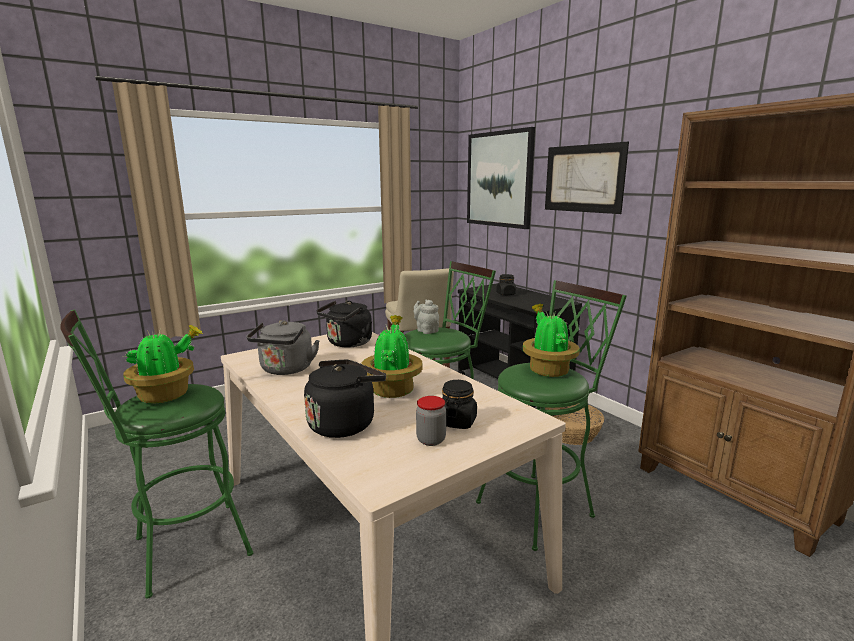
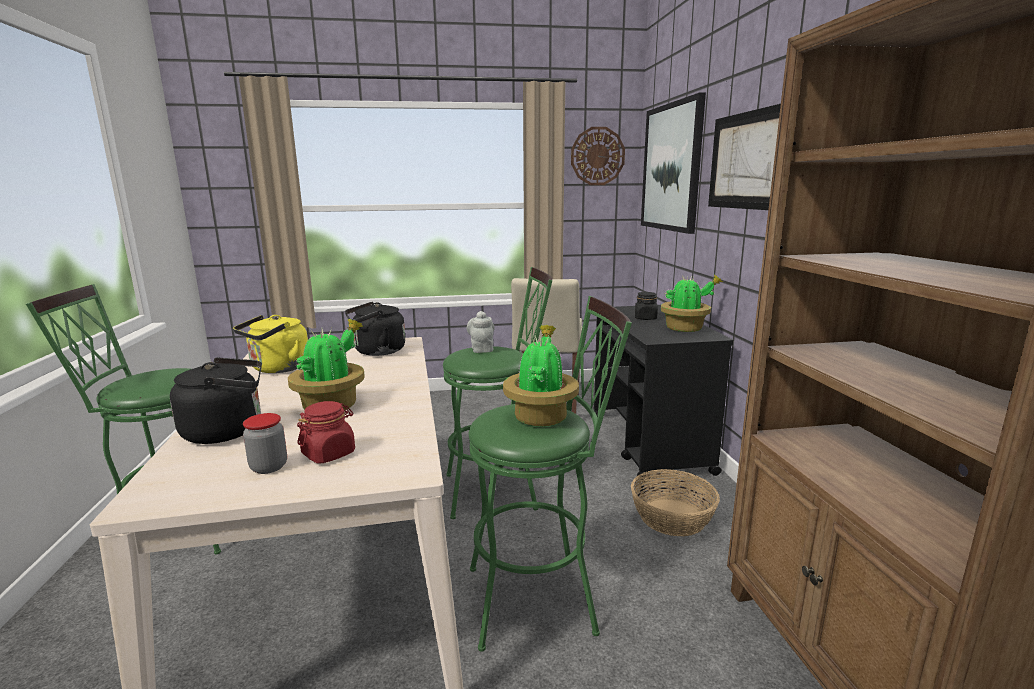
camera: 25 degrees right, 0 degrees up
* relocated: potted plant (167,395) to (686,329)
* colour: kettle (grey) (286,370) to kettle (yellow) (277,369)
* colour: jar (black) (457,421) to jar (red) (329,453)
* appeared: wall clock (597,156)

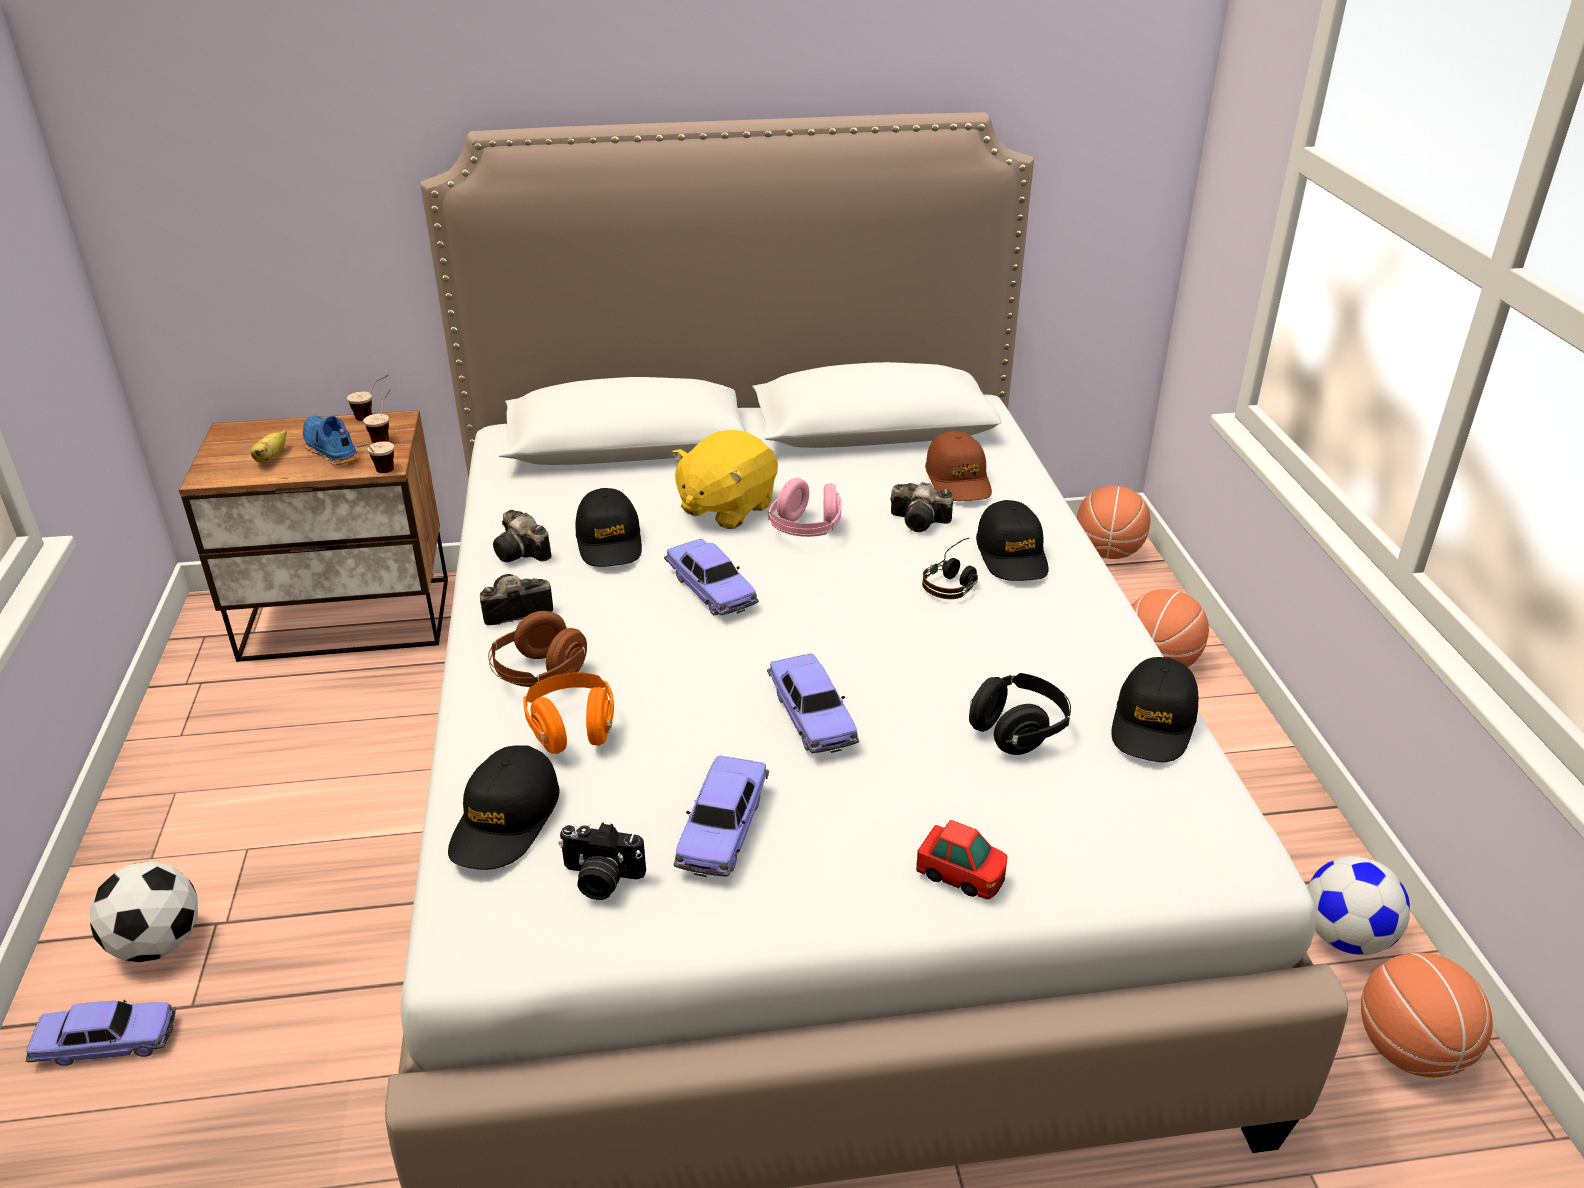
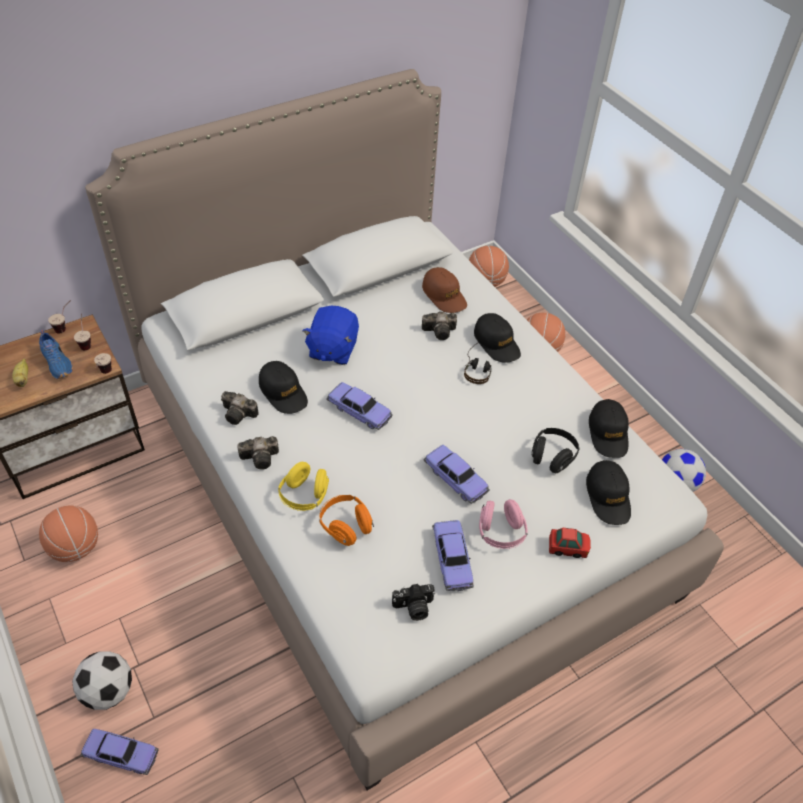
camera: 25 degrees left, 15 degrees up
* spun: toy car (107,1042) = (121,754) 45 degrees clockwise
* spun: shoe (blue) (329,450) = (58,363) 150 degrees counterclockwise
* relocated: cap (black) (505,821) to (608,497)
* spun: photo camera (513,611) = (262,458) 150 degrees counterclockwise
* colour: headphones (brown) (539,674) to headphones (yellow) (304,496)
* colour: plush toy (yellow) (726,508) to plush toy (blue) (332,349)
* relocated: headphones (pink) (806,531) to (500,533)
* relocated: basketball (1409,1049) to (75,547)

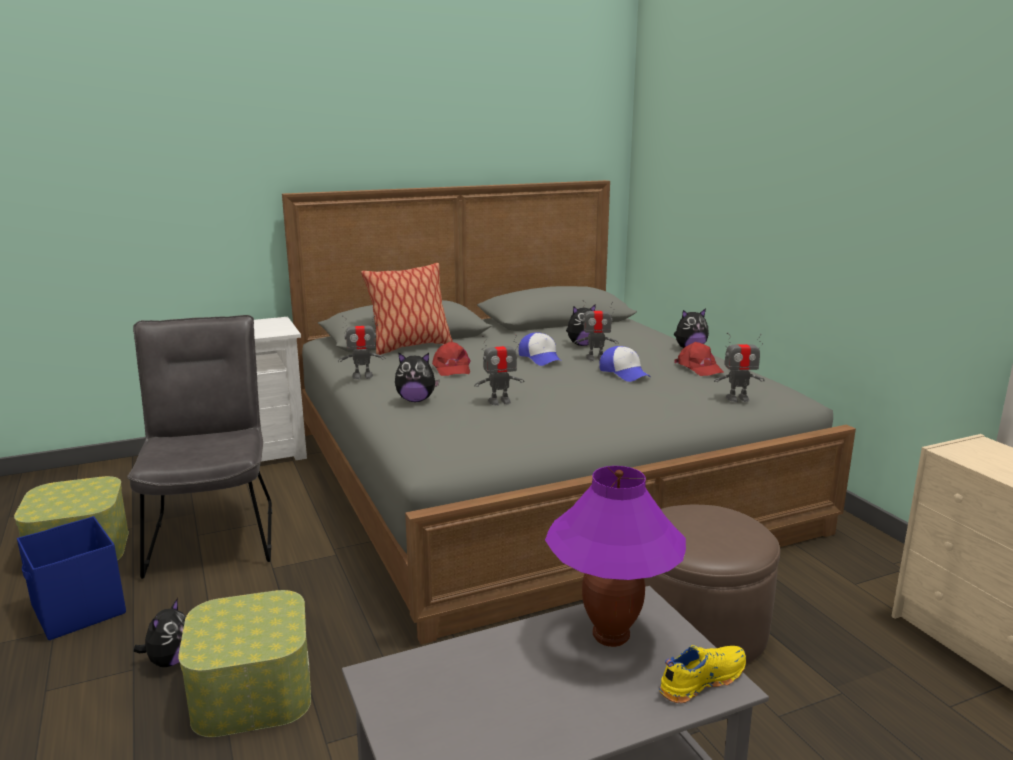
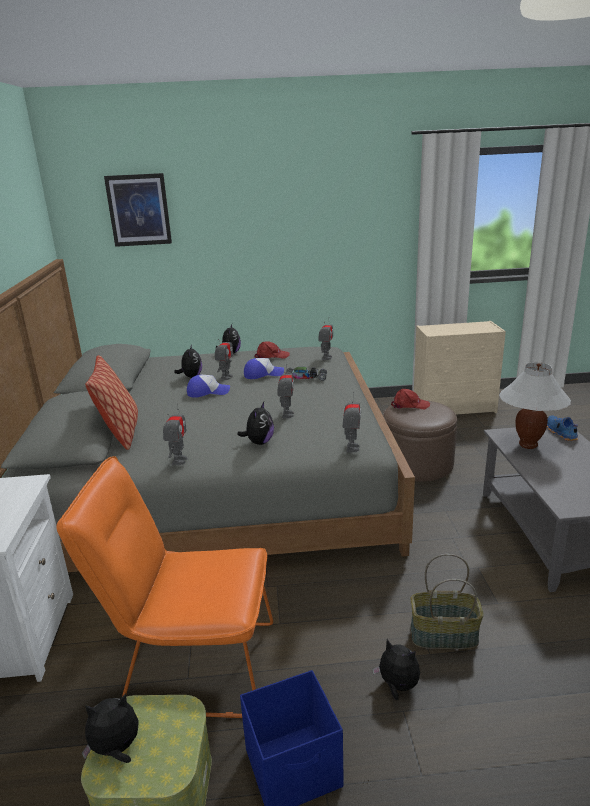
camera: 70 degrees left, 5 degrees up
* colour: chair (grey) (213,532) to chair (orange) (190,665)
* exchanged: storage box (252,691) to basket (443,636)
* relocated: cap (red) (451,368) to (409,405)
* colour: table lamp (purple) (611,635) to table lamp (white) (527,445)
* colour: shoe (yellow) (700,680) to shoe (blue) (560,433)
* appeared: plush toy (116,749)
* appeared: picture (139,210)
* appeared: toy car (306,378)
* appeared: toy robot (352,448)

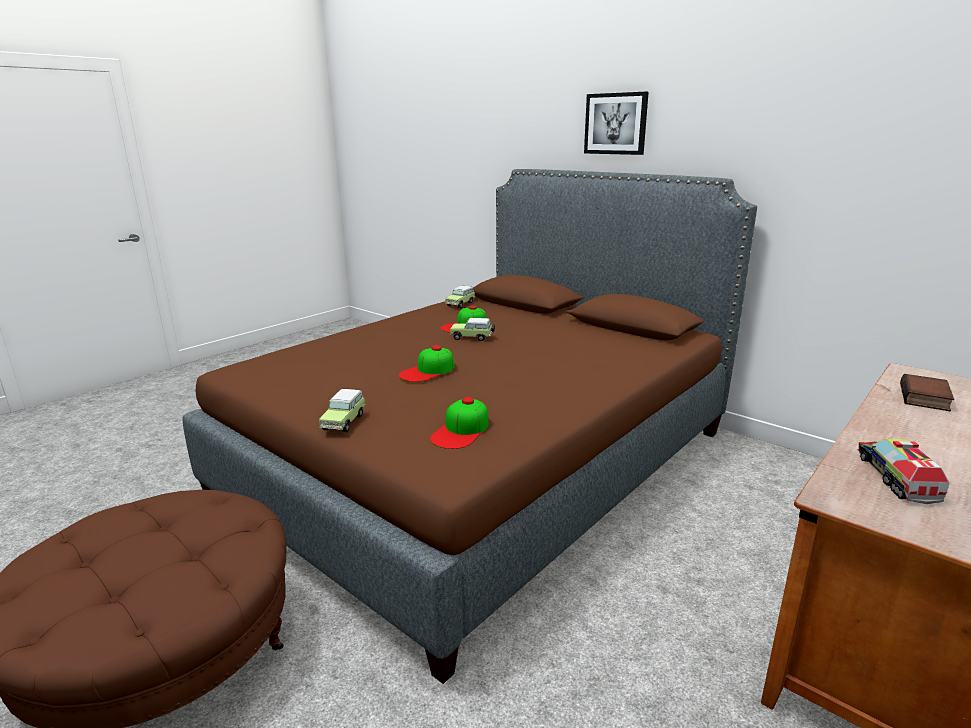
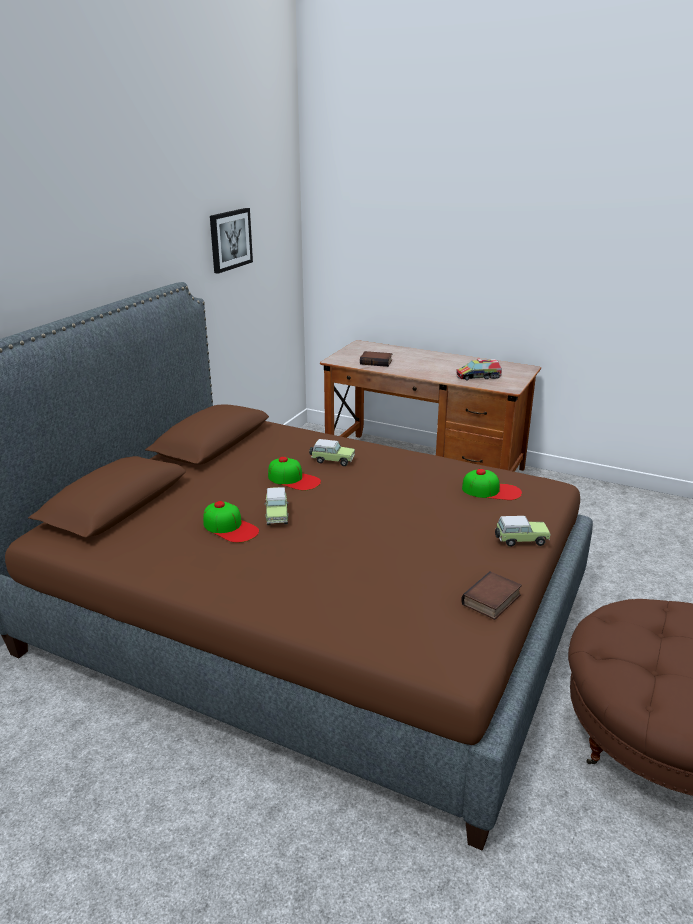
camera: 105 degrees left, 5 degrees up
* relocated: cap (427,371) to (294,479)
* relocated: toy car (461,304) to (331,460)
* relocated: picture (616,124) to (230,239)
* appeared: book (492,601)

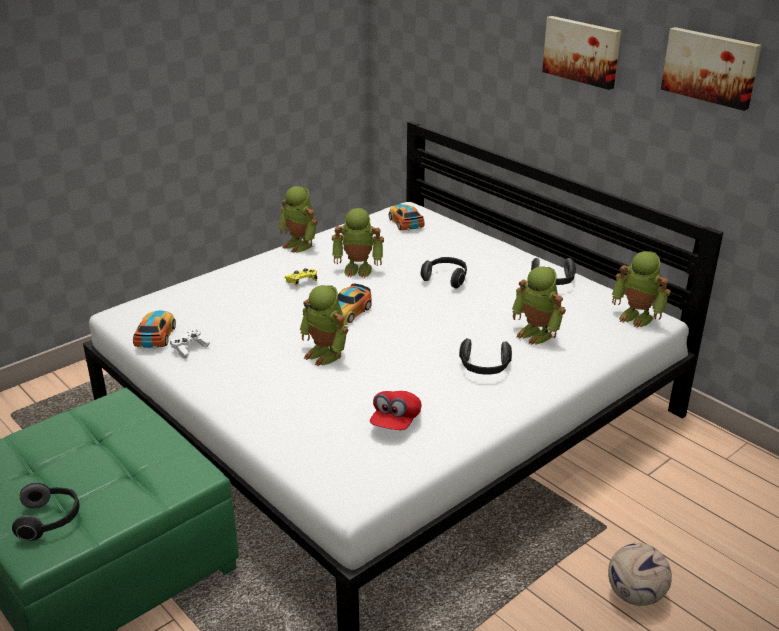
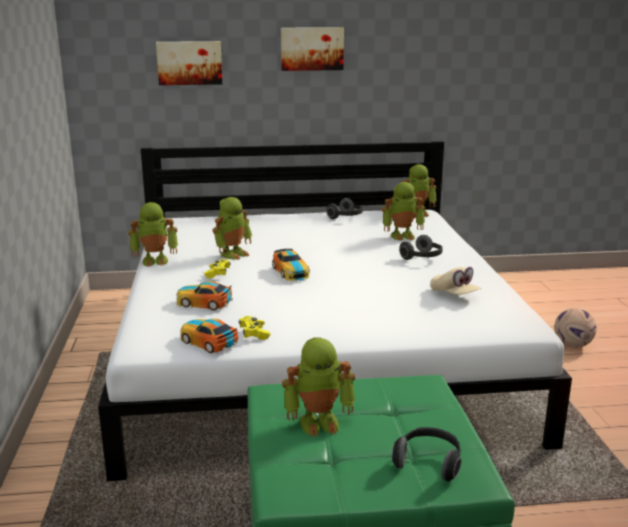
camera: 55 degrees left, 10 degrees down
* colour: game controller (white) (189,349) to game controller (yellow) (254,334)
* relocated: toy robot (326,354) to (319,422)
* colour: cap (red) (395,422) to cap (beige) (454,294)
* relocated: toy car (405,222) to (204,303)
* missing: headphones (446,279)
* relocated: picture (711,67) to (189,63)

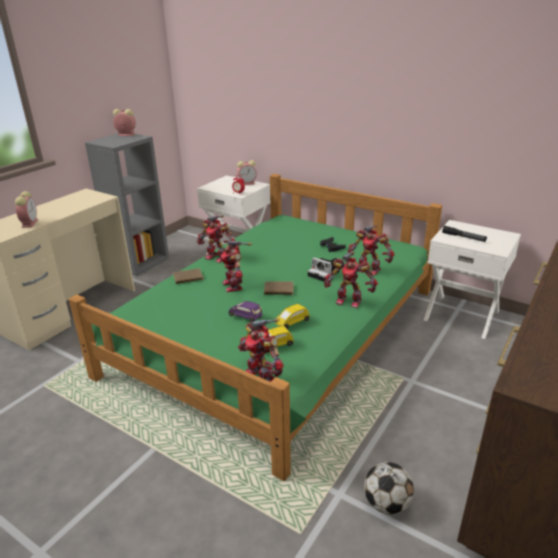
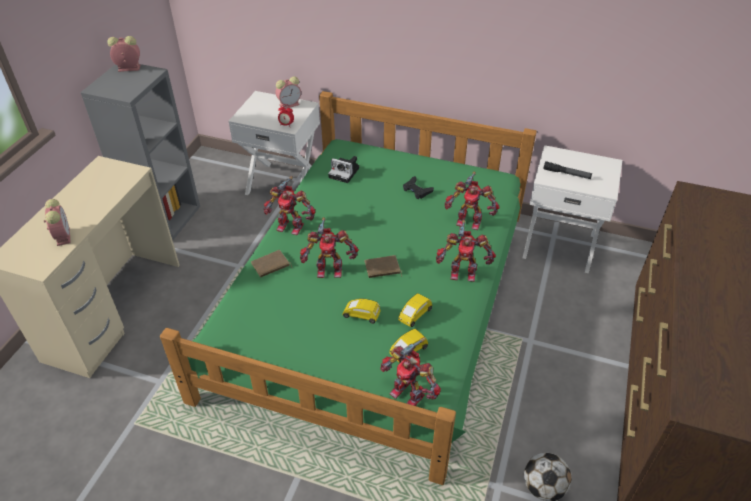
camera: 15 degrees left, 15 degrees up
* spun: toy robot (234,285) = (329,269) 60 degrees counterclockwise
* colour: toy car (purple) (246,317) to toy car (yellow) (362,315)
* relocated: photo camera (325,274) to (345,173)

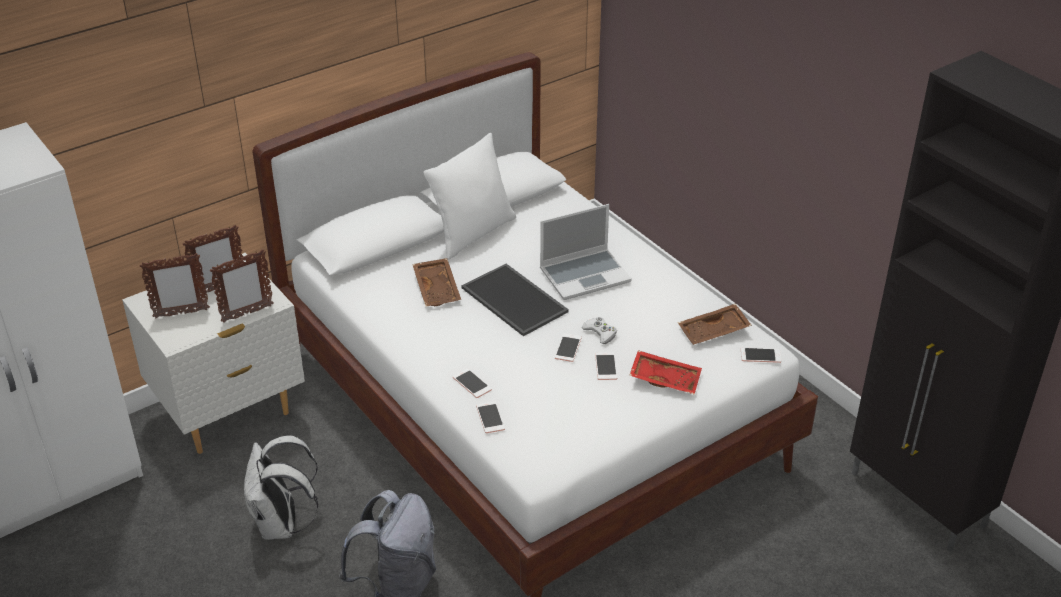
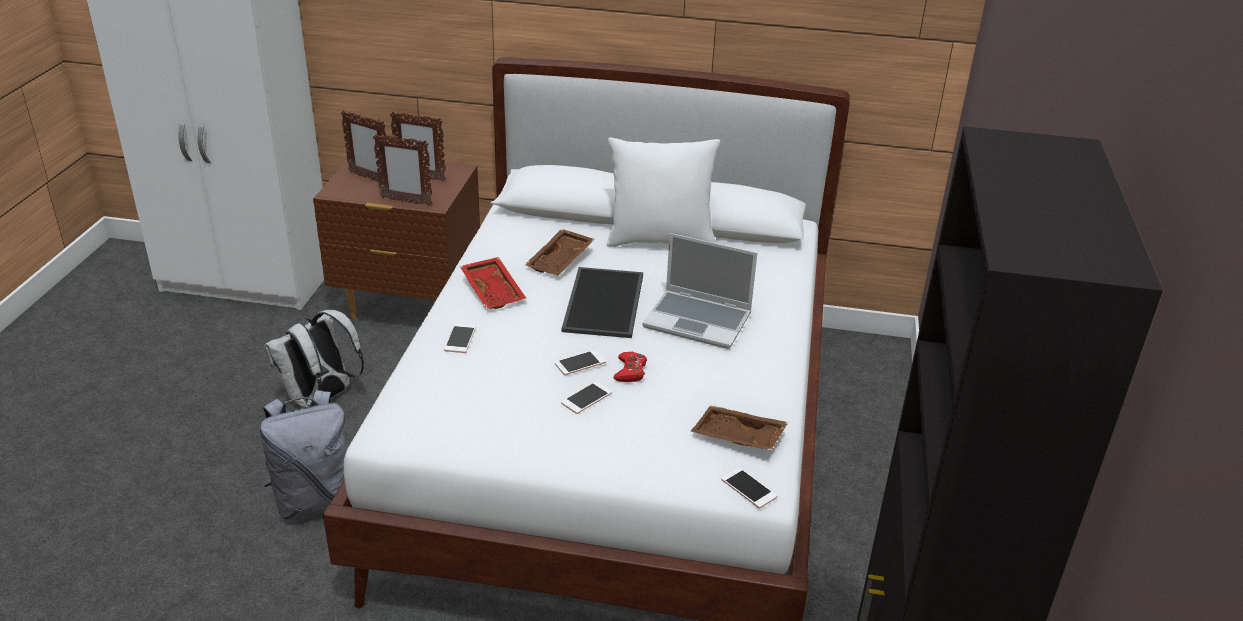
camera: 45 degrees right, 5 degrees down
* colour: nightstand (white) (229,414) to nightstand (brown) (409,307)
* missing: phone (490,417)
* colour: game controller (white) (600,333) to game controller (red) (630,371)
* relocated: tray (red) (665,378) to (494,291)

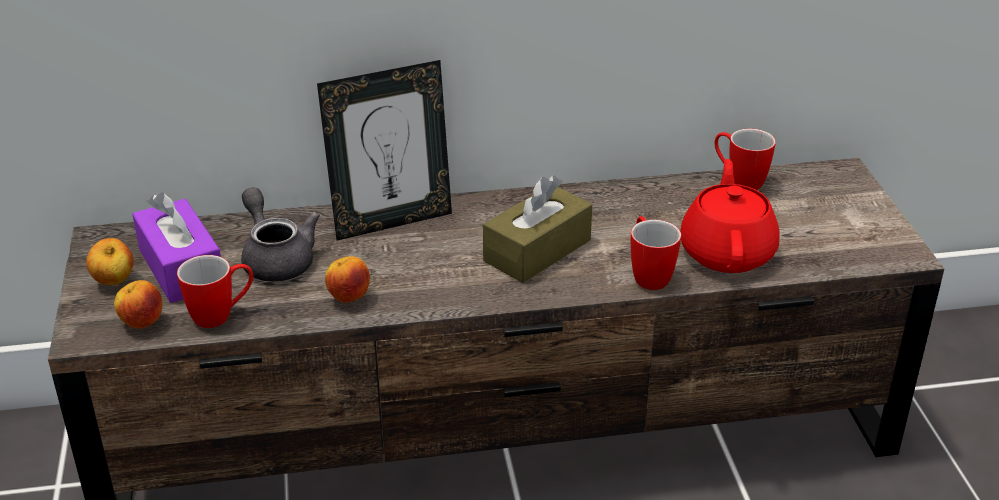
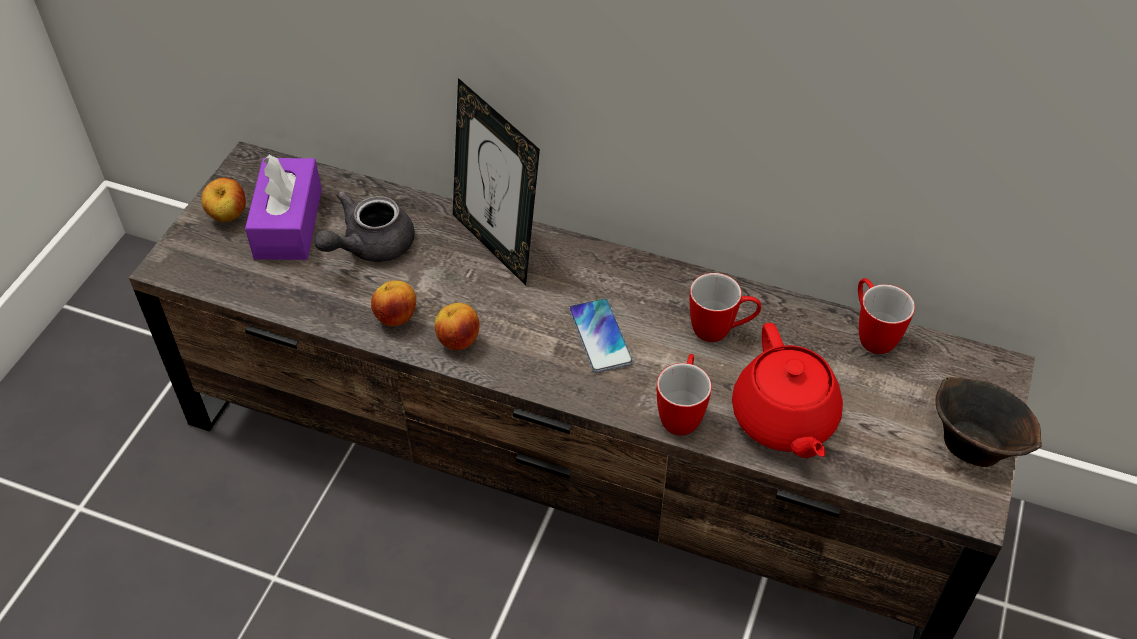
camera: 30 degrees right, 15 degrees up
* relocated: apple (142,323) to (458,341)
* relocated: mug (222,315) to (721,331)
* spun: teapot (grey) (276,258) = (369,246) 135 degrees counterclockwise
* spun: picture frame (391,221) = (496,244) 45 degrees clockwise
* exchanged: tissue box (brown) (537,250) to phone (600,336)
* spun: teapot (red) (727,252) = (783,420) 135 degrees clockwise
* appeared: bowl (brown) (973,443)

